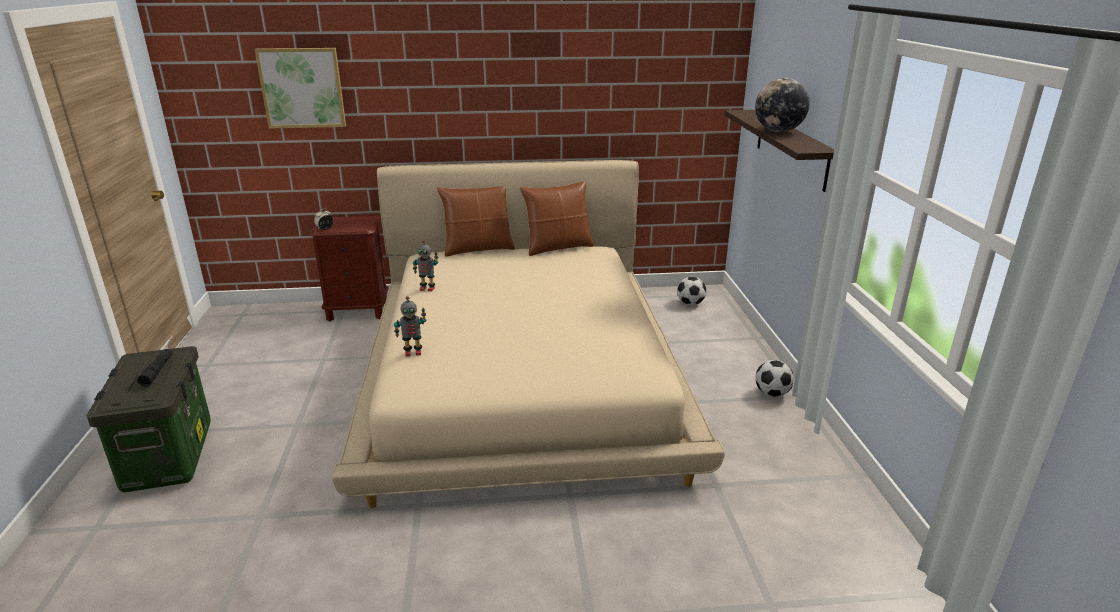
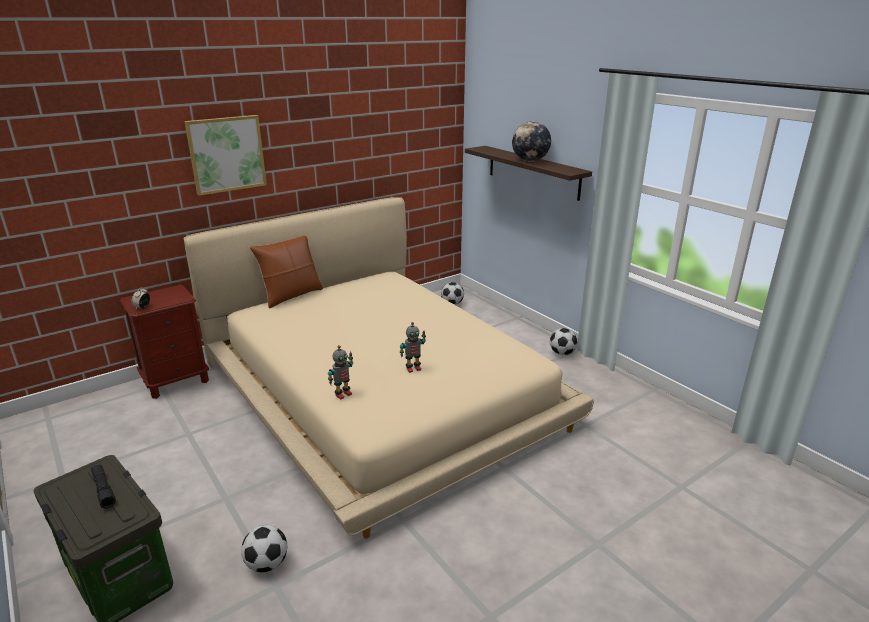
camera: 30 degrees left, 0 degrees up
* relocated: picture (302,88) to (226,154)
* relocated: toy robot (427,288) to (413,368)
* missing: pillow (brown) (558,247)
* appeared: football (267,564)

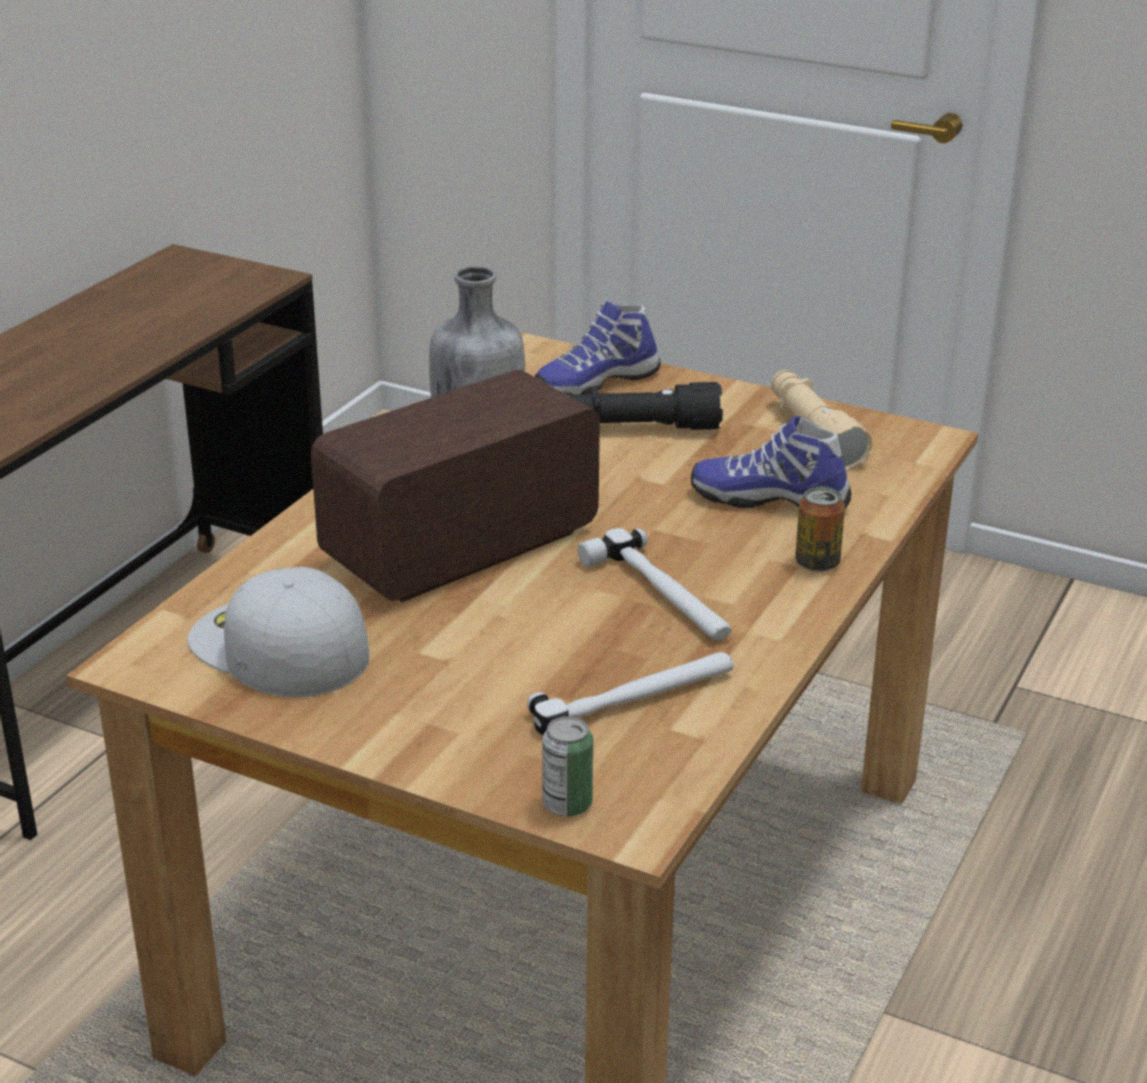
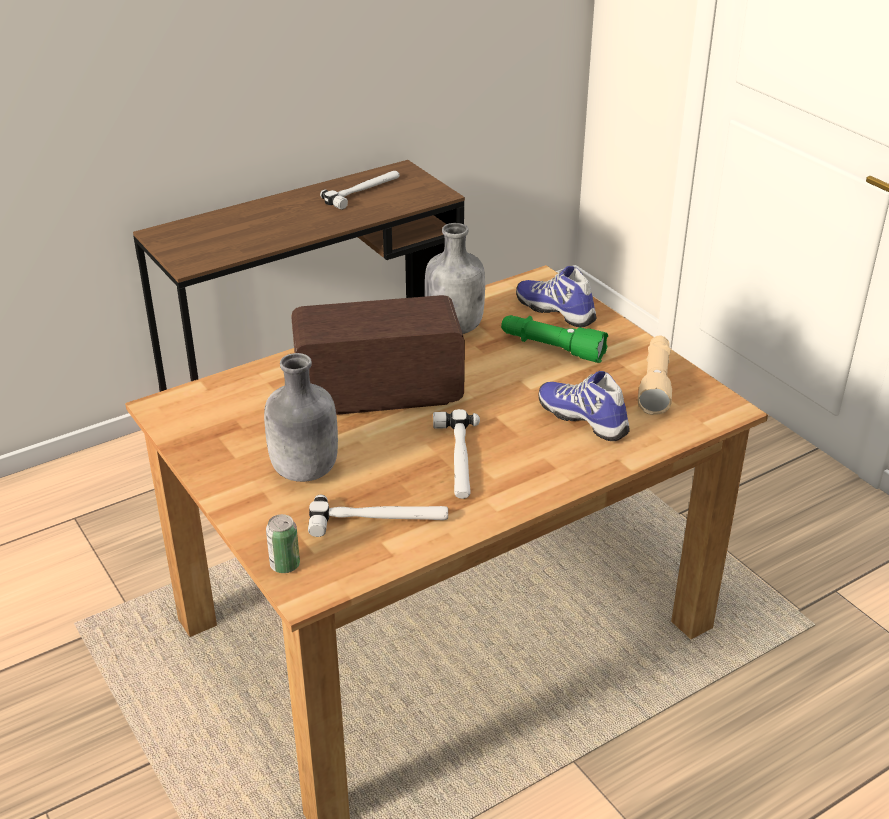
camera: 30 degrees right, 5 degrees up
* missing: cap (white) (276,647)
* spun: shoe (595,382) = (556,310) 45 degrees clockwise
* colour: flashlight (black) (637,428) to flashlight (green) (551,348)
* missing: can (817,563)
* appeared: bottle (grey) (304,471)
* appeared: hammer (363,192)

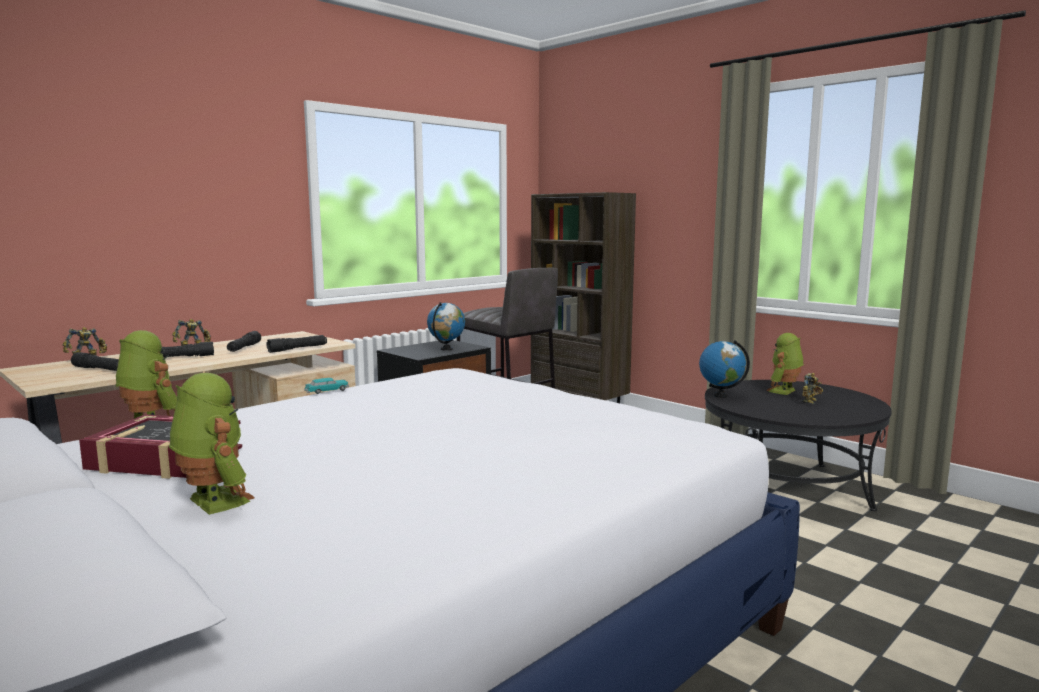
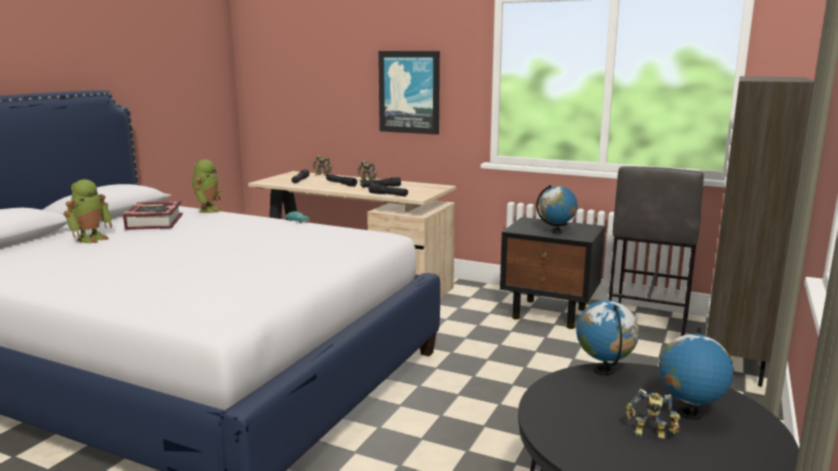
camera: 70 degrees right, 5 degrees up
* exchanged: toy robot (784,391) to globe (689,414)
* appeared: picture (409,92)

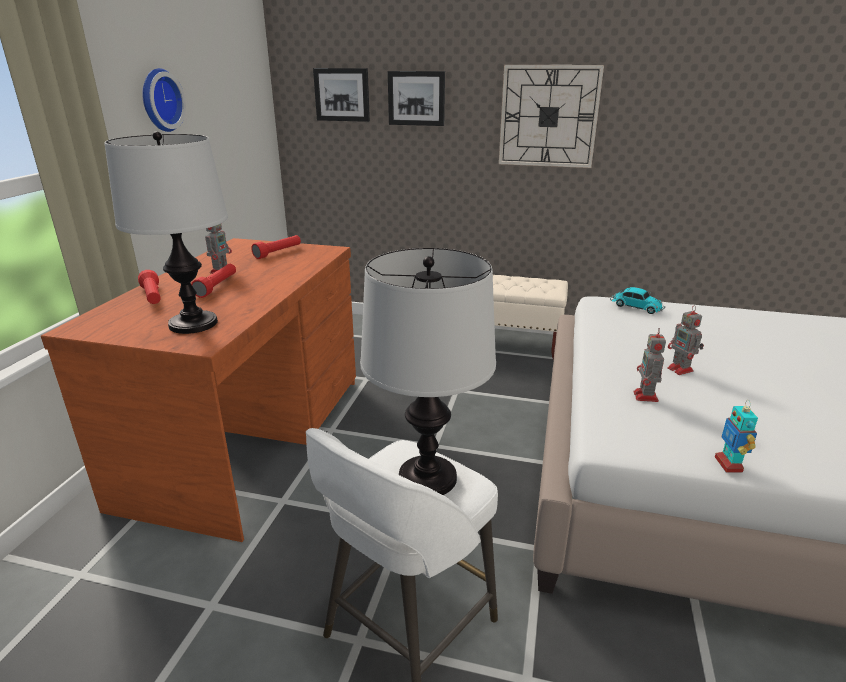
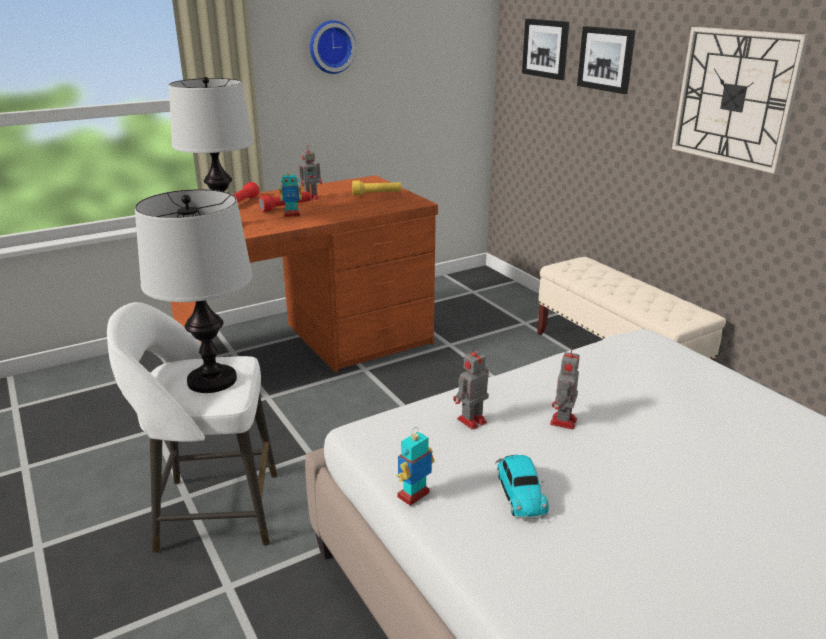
camera: 45 degrees right, 0 degrees up
* colour: flashlight (red) (278,253) to flashlight (yellow) (376,194)
* relocated: toy car (635,307) to (519,491)
* appeared: toy robot (292,214)

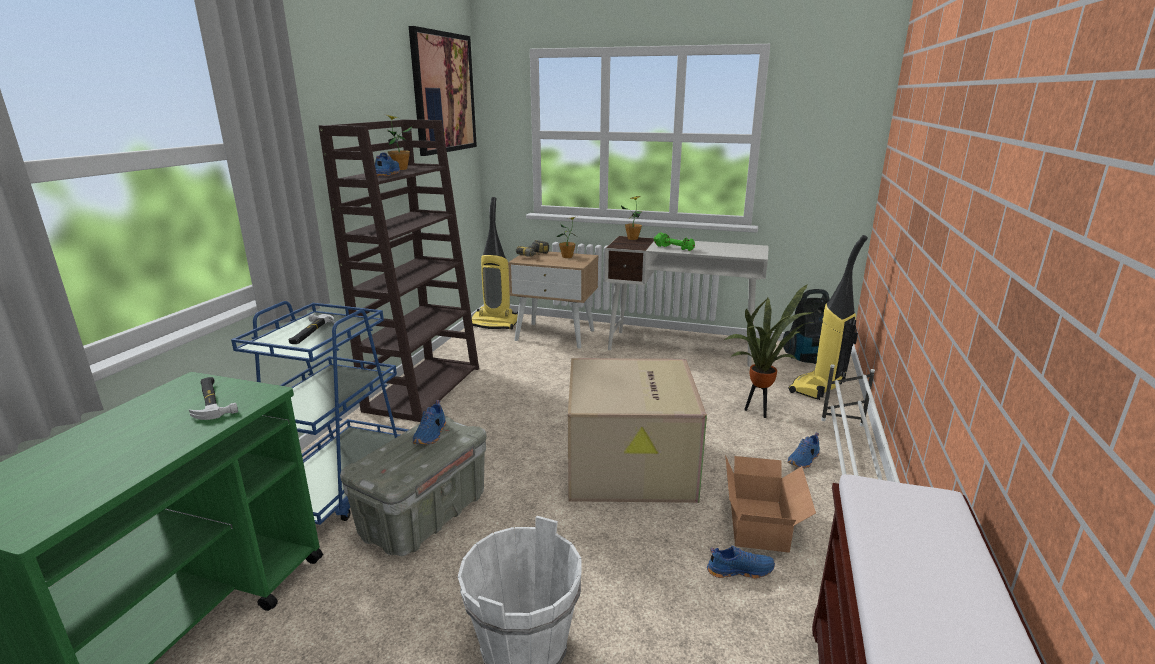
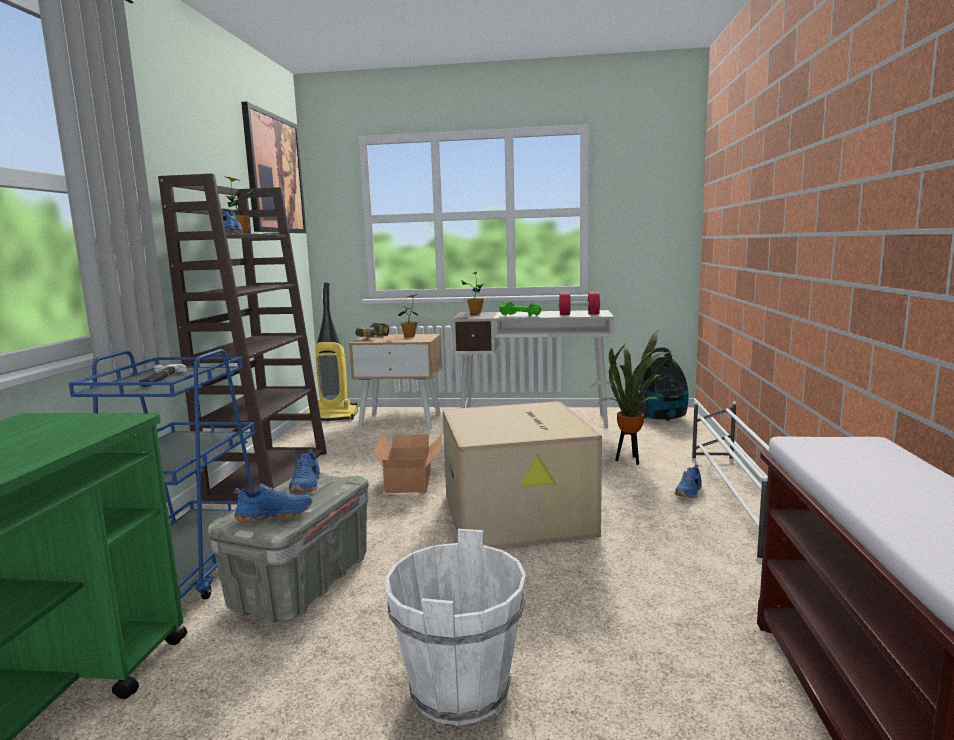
camera: 10 degrees left, 10 degrees down
* missing: hammer (212,400)
* relocated: shoe (blue) (739,570) to (275,514)
* relocated: cardboard box (761,522) to (411,480)
* missing: vacuum cleaner (817,388)
* appeared: dumbbell (red) (579,314)

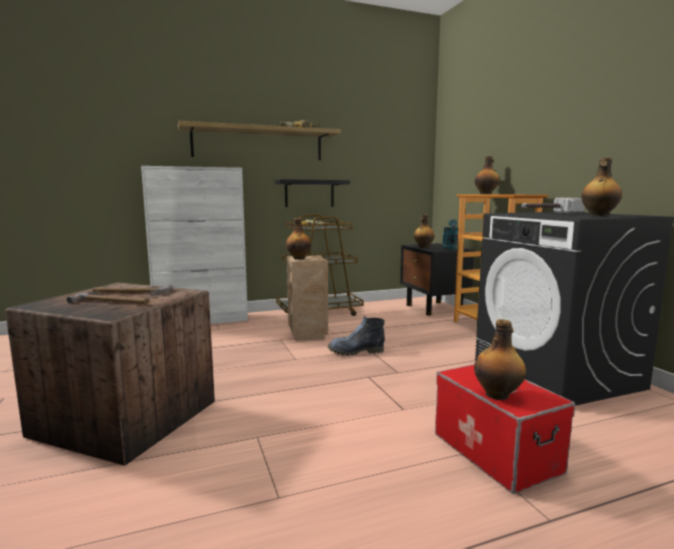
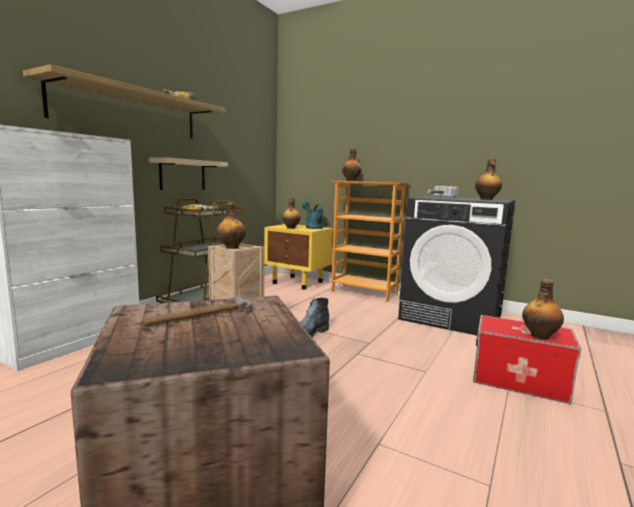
camera: 40 degrees left, 0 degrees up
* missing: hammer (112,302)
* colour: shelf (black) (309,193) to shelf (beige) (182,175)
* colour: nightstand (black) (434,308) to nightstand (yellow) (298,282)

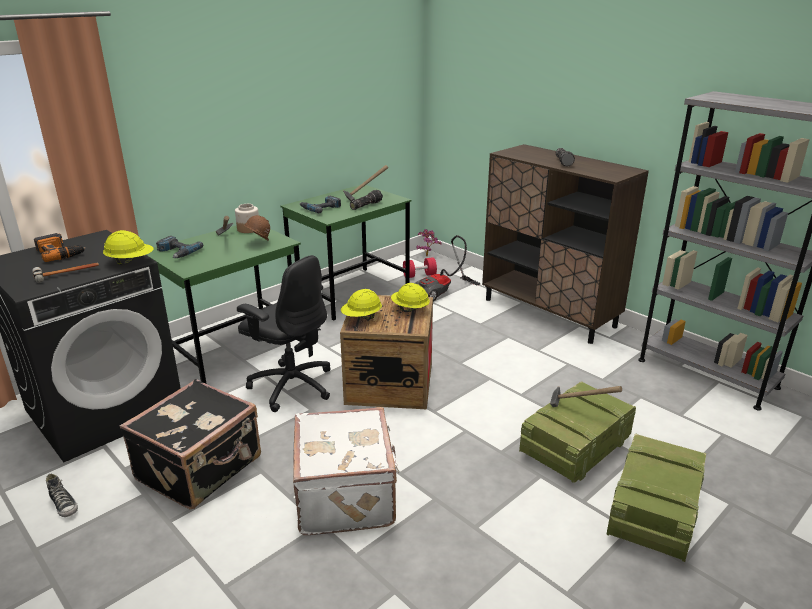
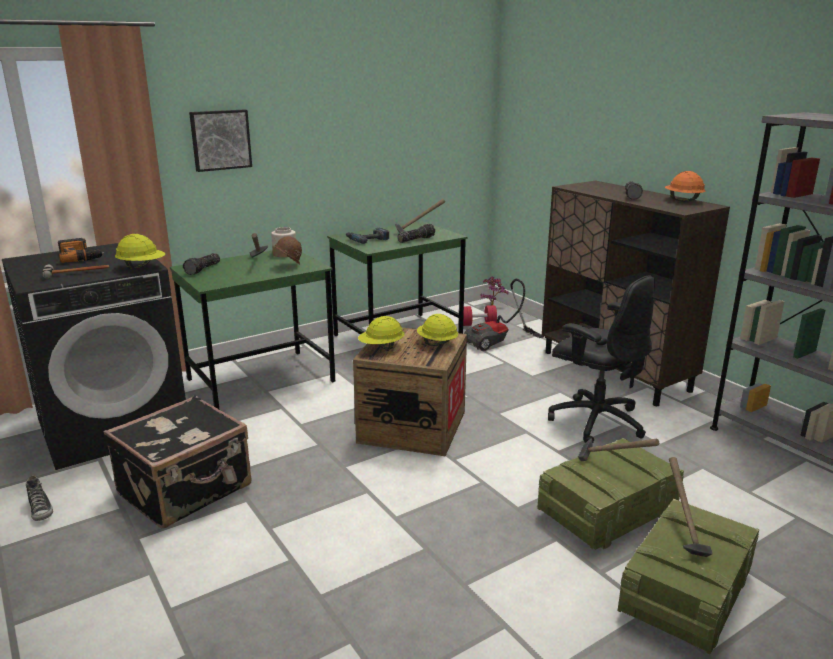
camera: 10 degrees right, 5 degrees down
* exchanged: power drill (176,252) to flashlight (204,269)
* relocated: office chair (black) (291,385) to (595,421)
* missing: suitcase (white) (347,495)
* appeared: picture (220,140)
* appeared: hard hat (orange) (683,200)
* appeared: hammer (681,534)

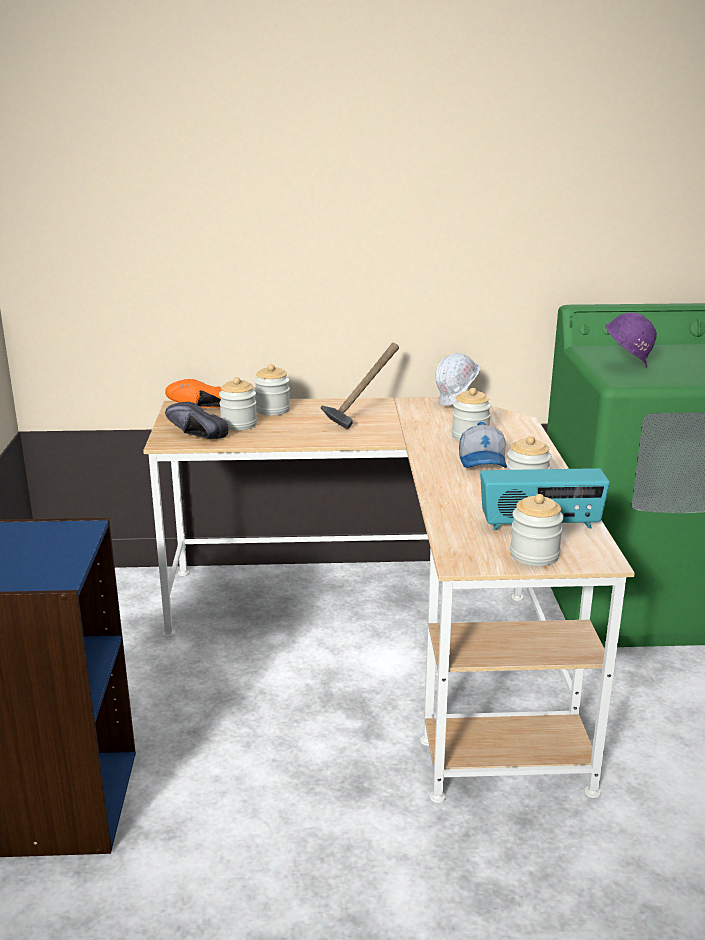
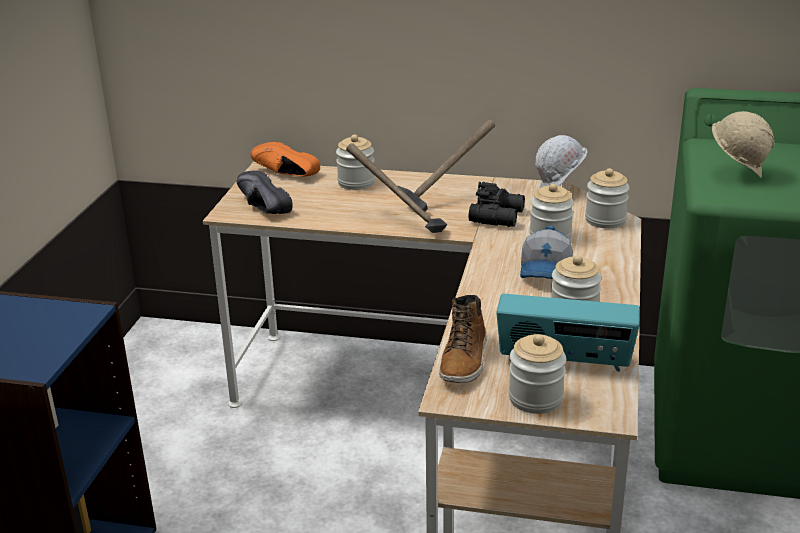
camera: 15 degrees right, 5 degrees up
* relocated: jar (239,424) to (605,220)
* colour: hard hat (purple) (625,366) to hard hat (beige) (736,173)
* appeared: hammer (398,226)
* appeared: boot (464,360)
* appeared: binoculars (black) (498,216)

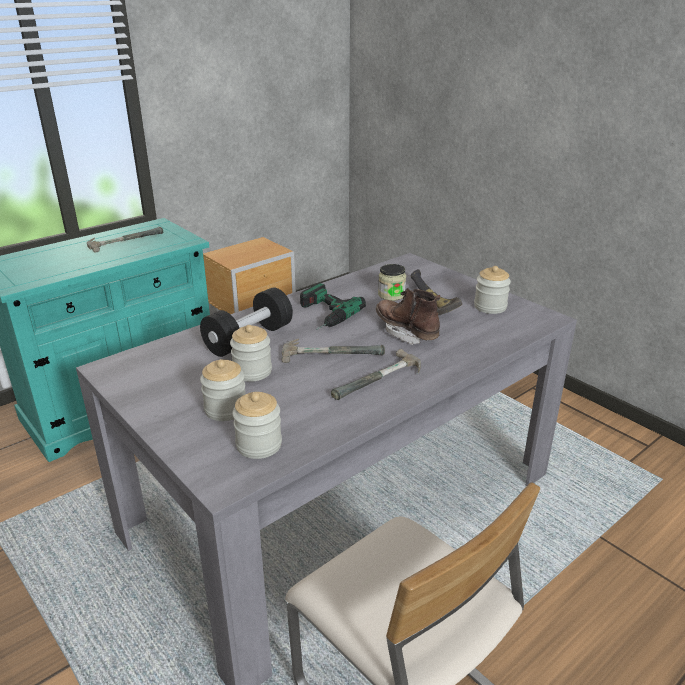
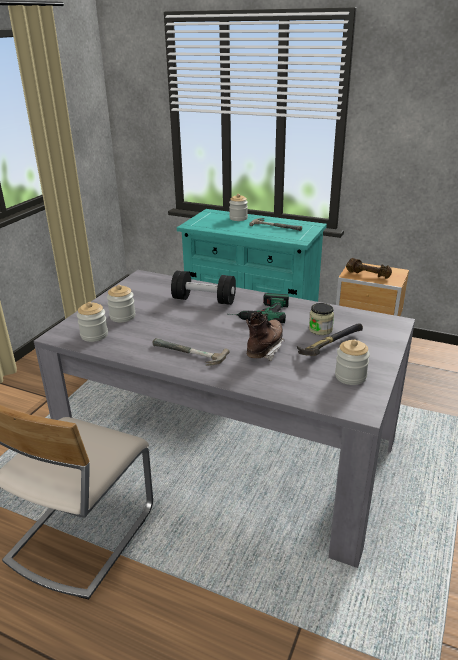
camera: 65 degrees right, 0 degrees up
* relocated: jar (252,372) to (238,218)
* missing: hammer (332,351)
* appeared: dumbbell (brown) (368,275)

